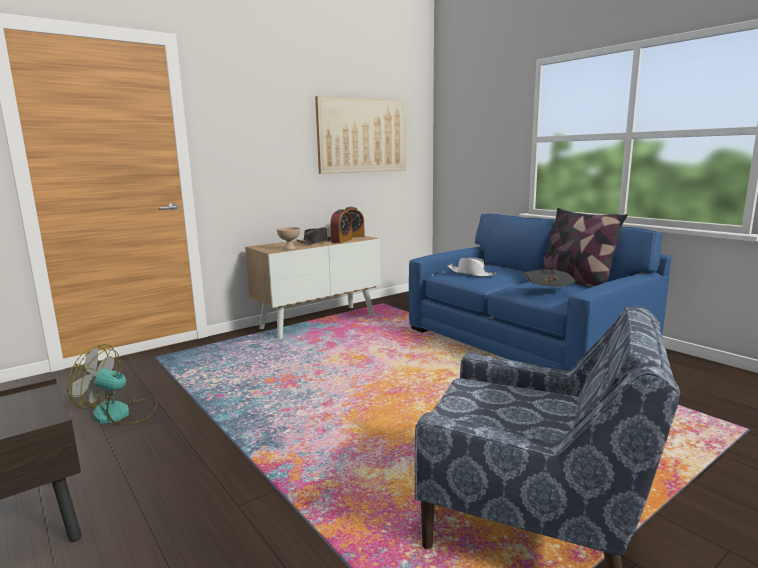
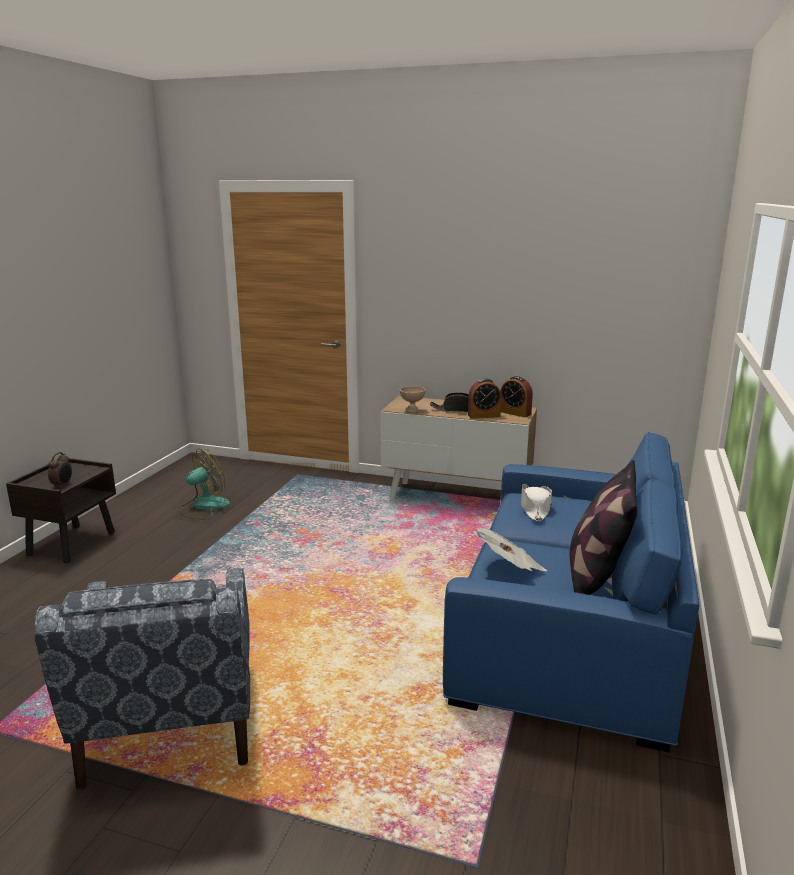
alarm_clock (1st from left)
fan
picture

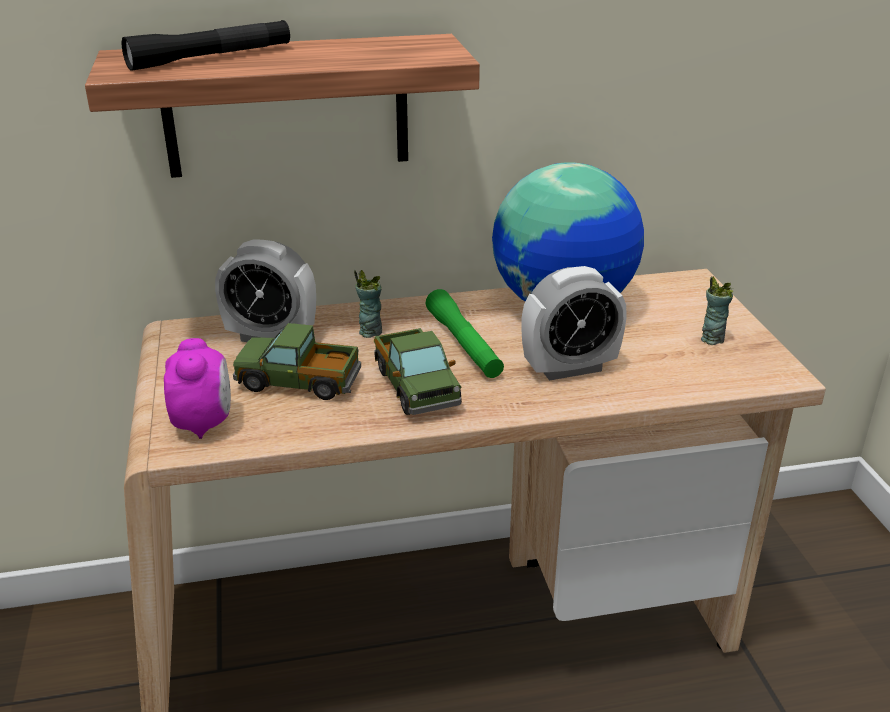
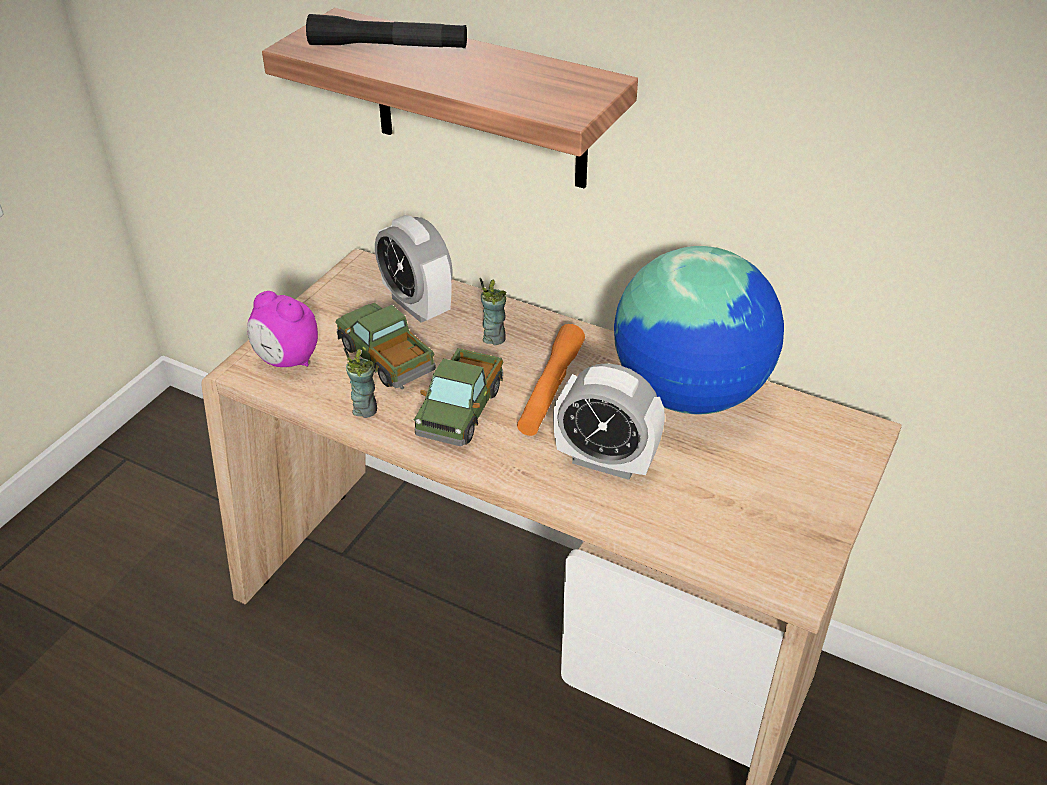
alarm_clock (1st from left)
cup (1st from left)
orange_flashlight

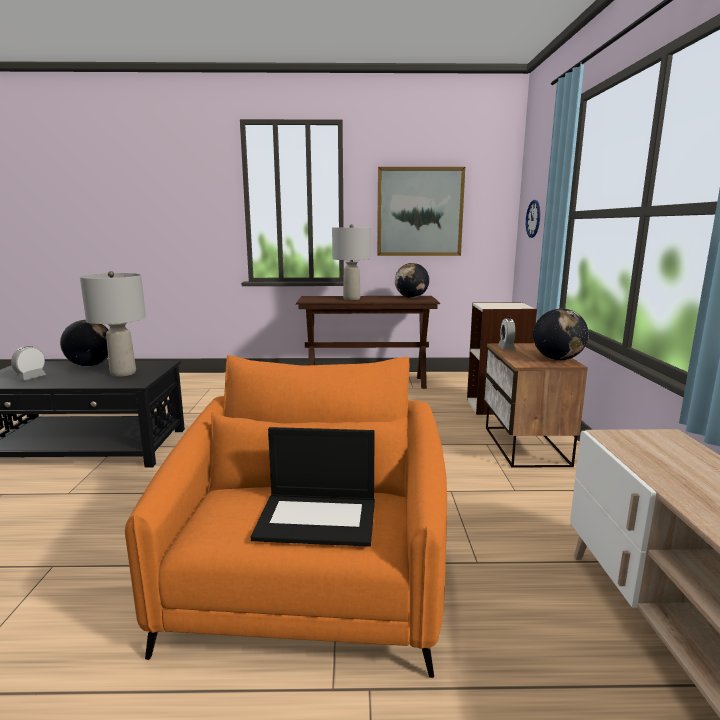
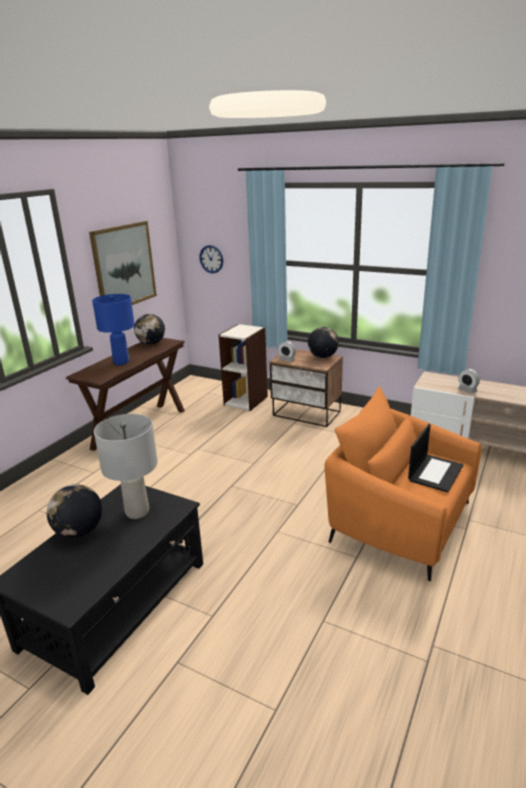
blue_table_lamp
alarm_clock (2nd from left)

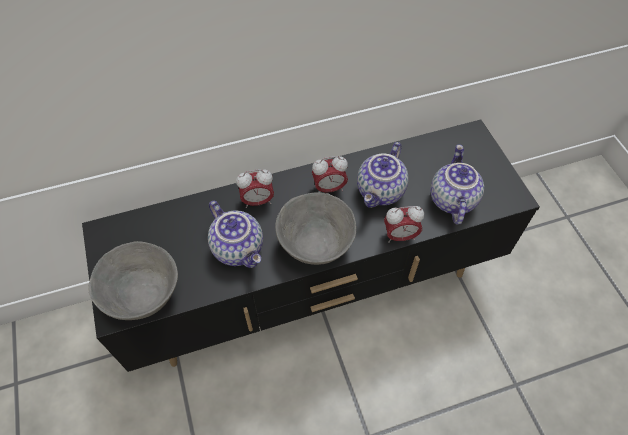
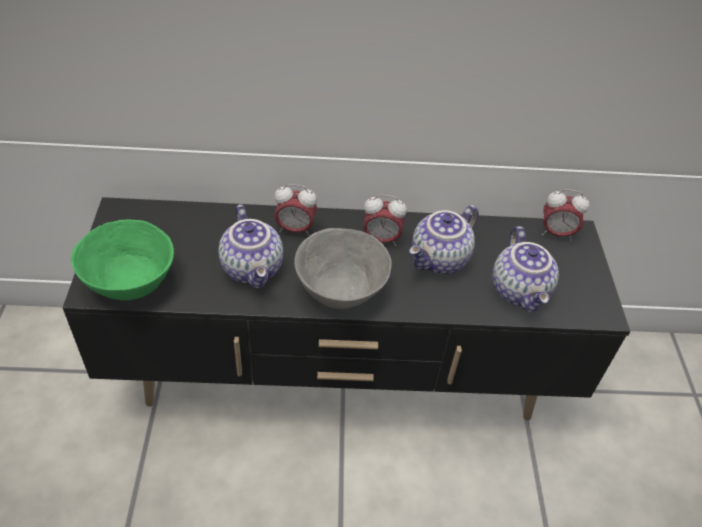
green_bowl
teapot (3rd from left)
alarm_clock (3rd from left)

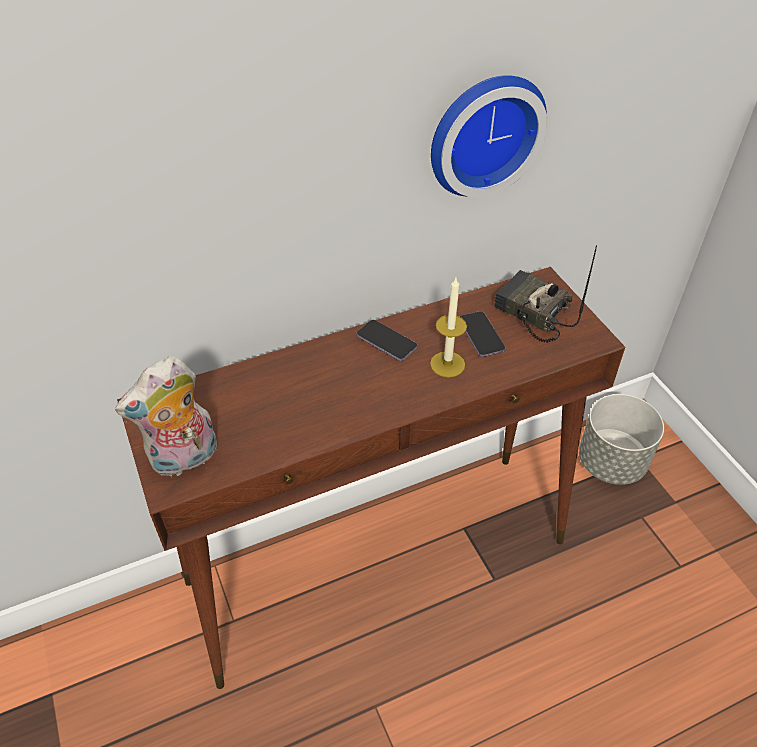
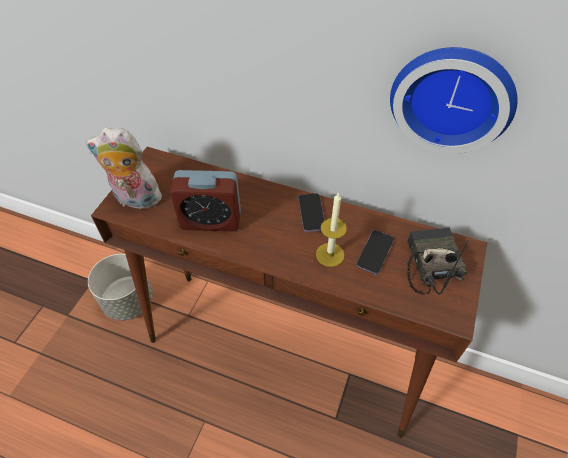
grey_planter
alarm_clock

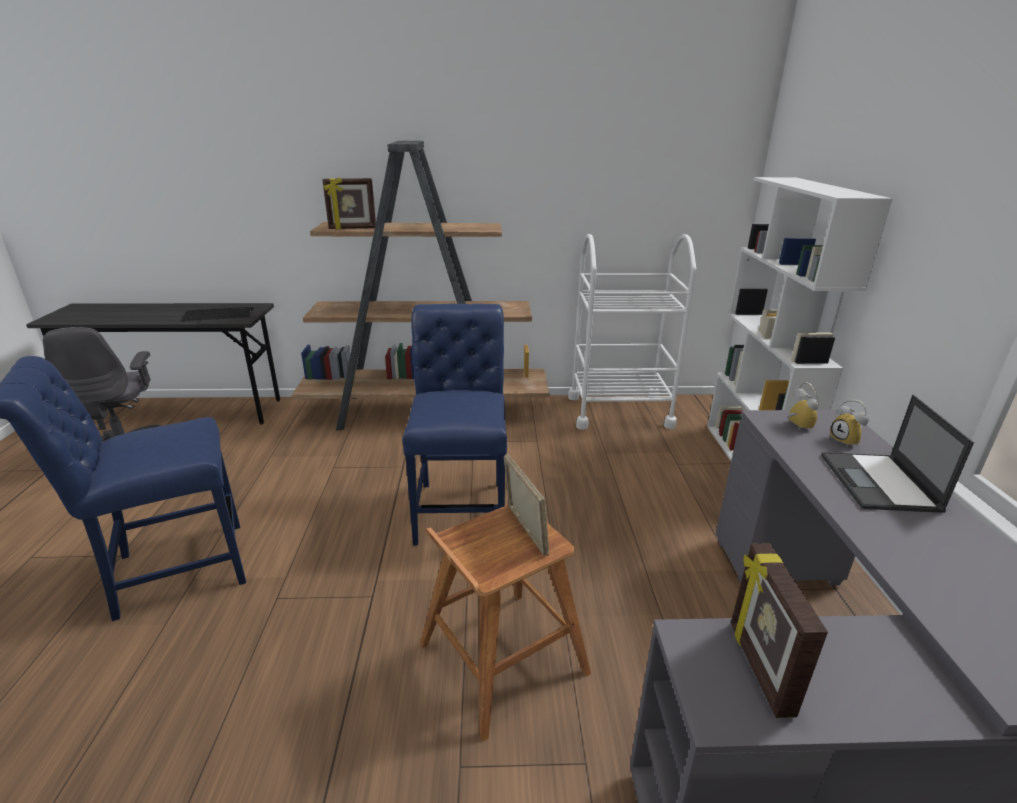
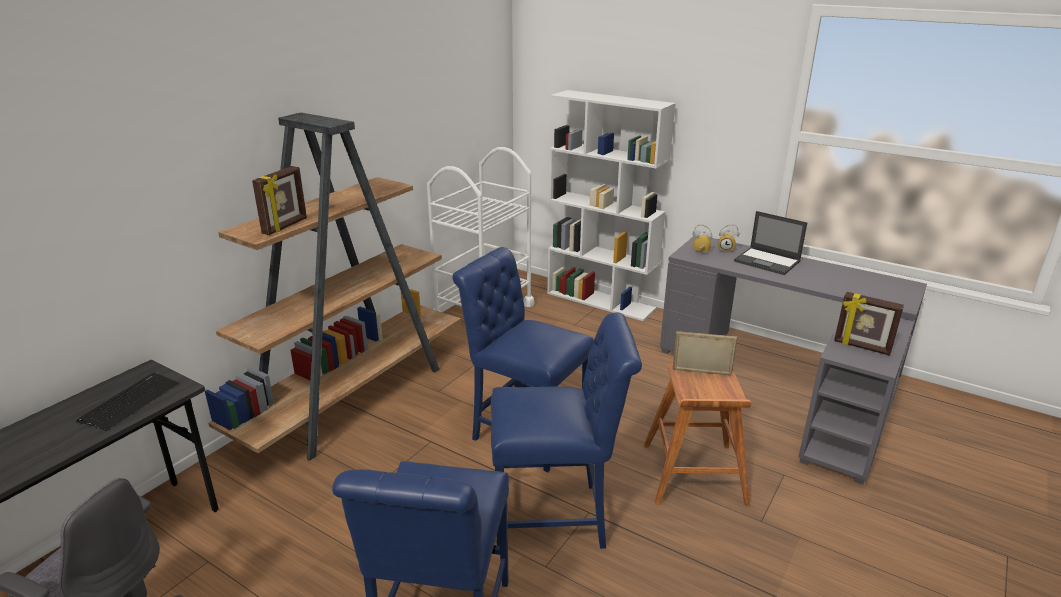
blue_chair (3rd from left)

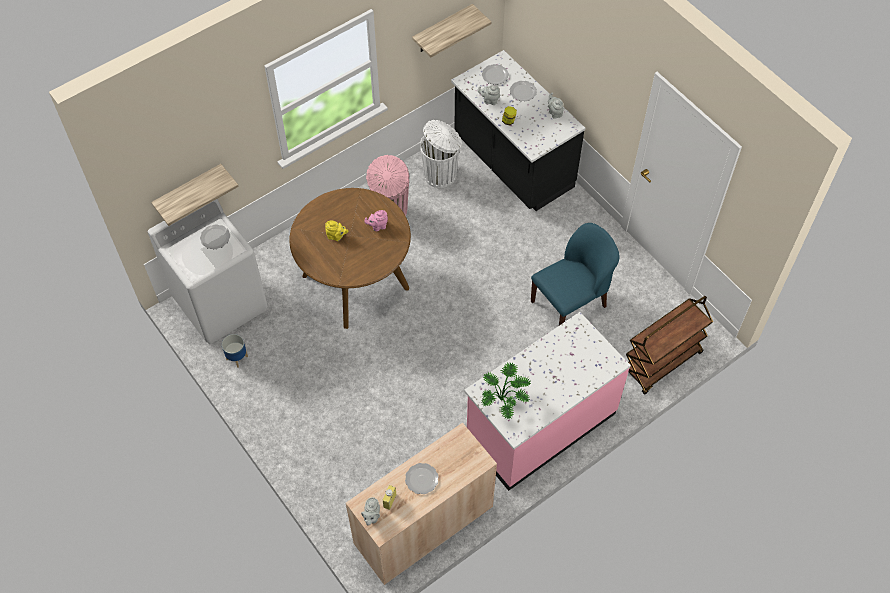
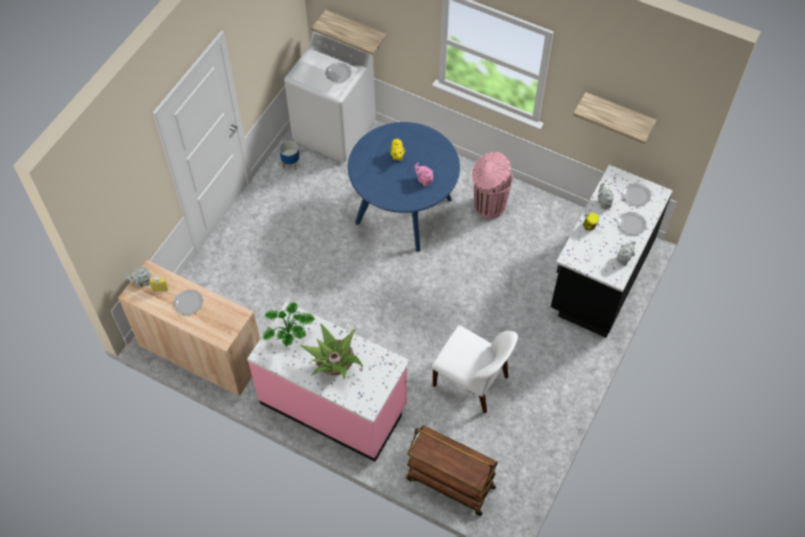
potted_plant (2nd from left)
blue_dining_table
white_chair
white_trash_can

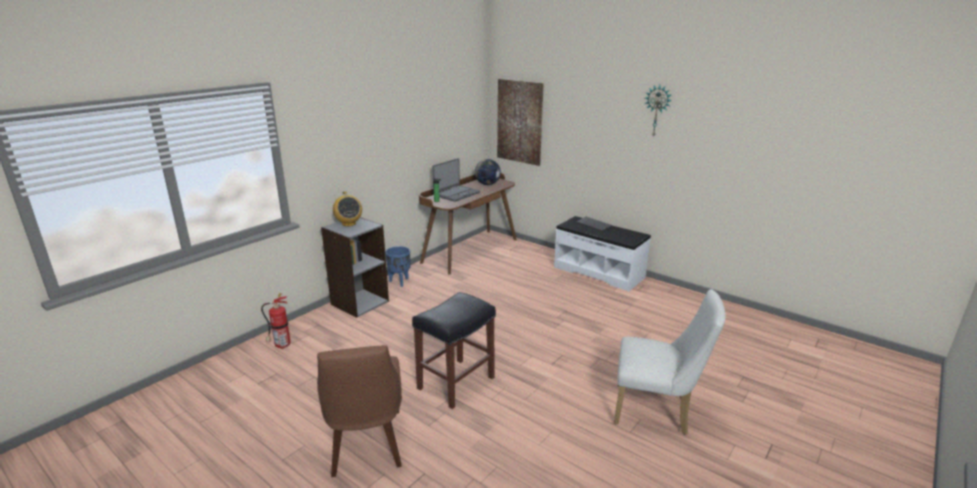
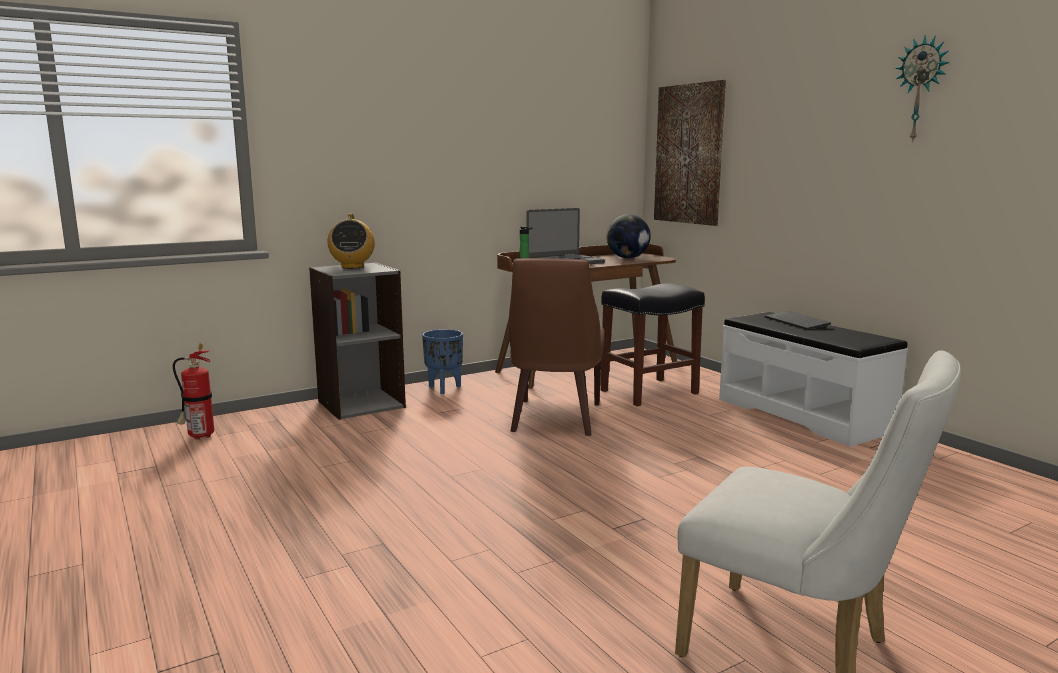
brown_chair
black_stool

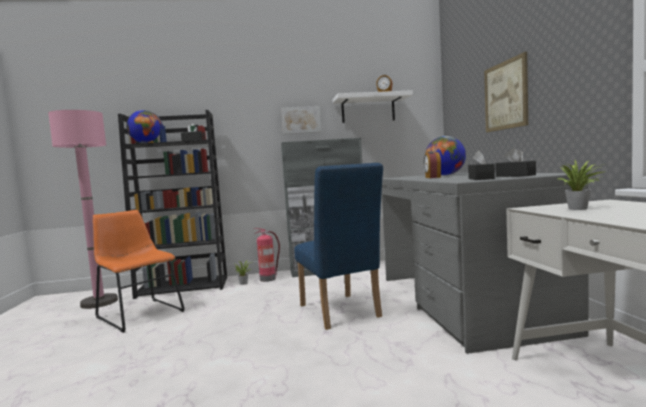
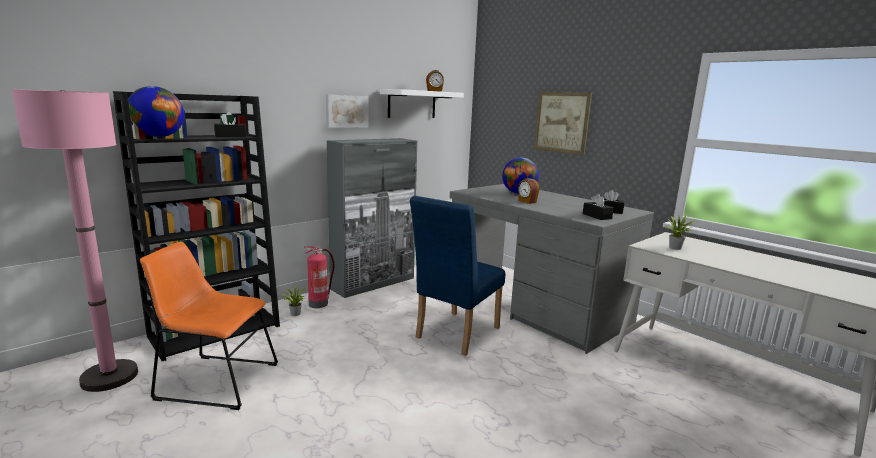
blue_chair

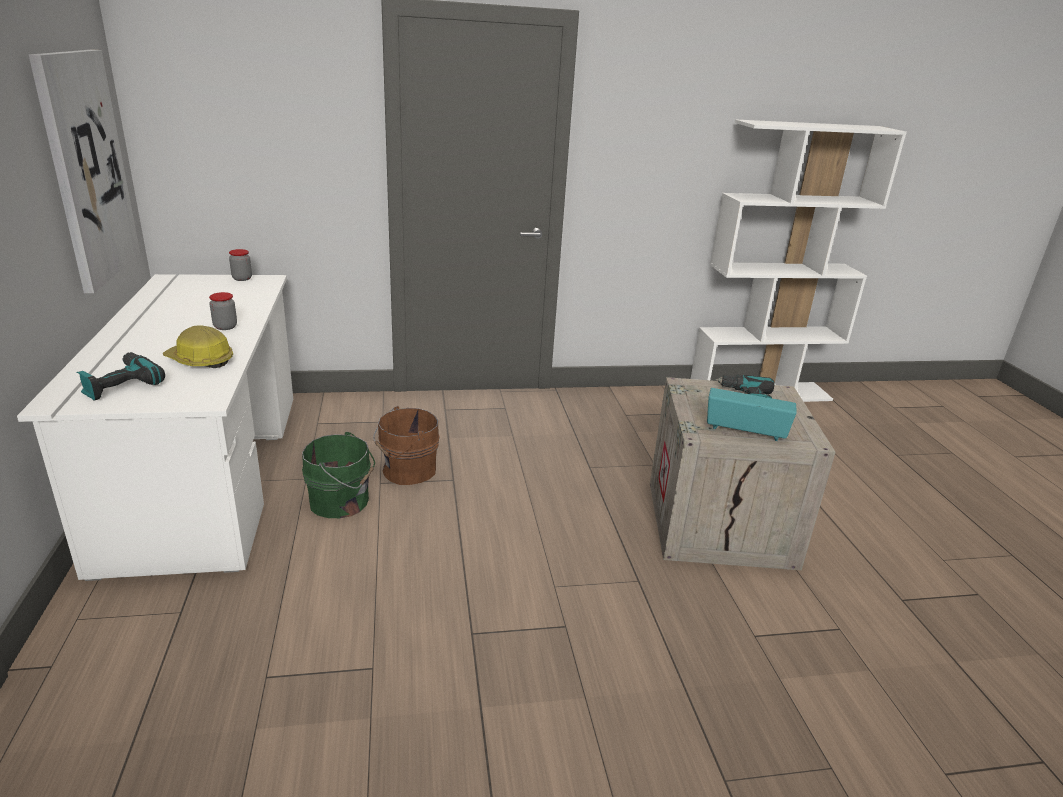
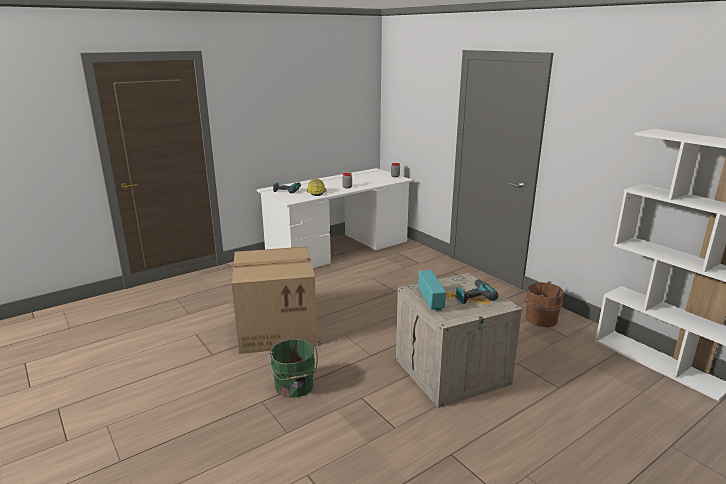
cardboard_box
green_bucket
brown_bucket
picture

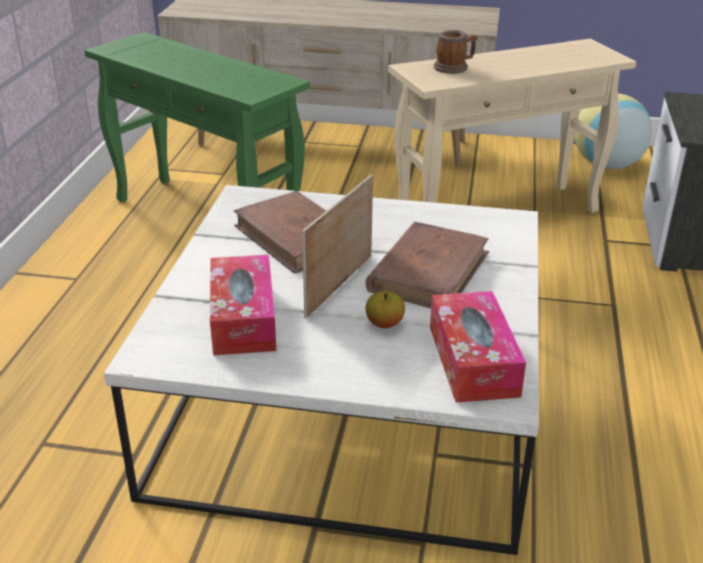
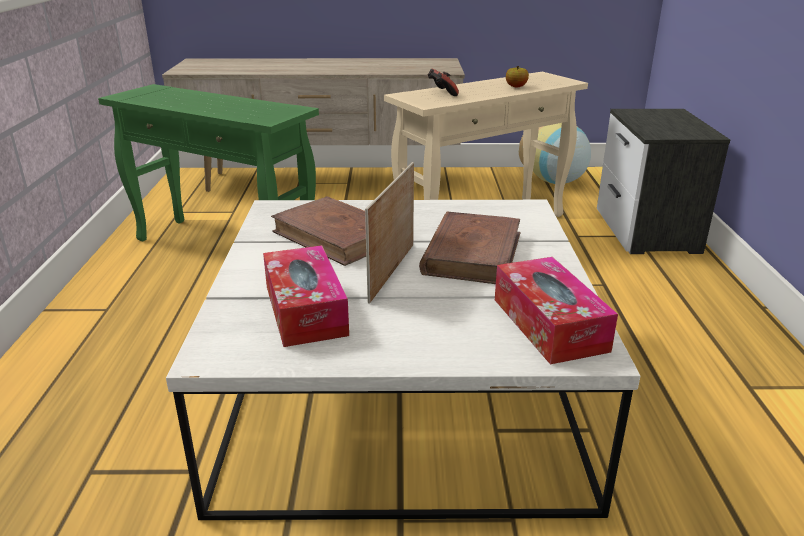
game_controller
apple

